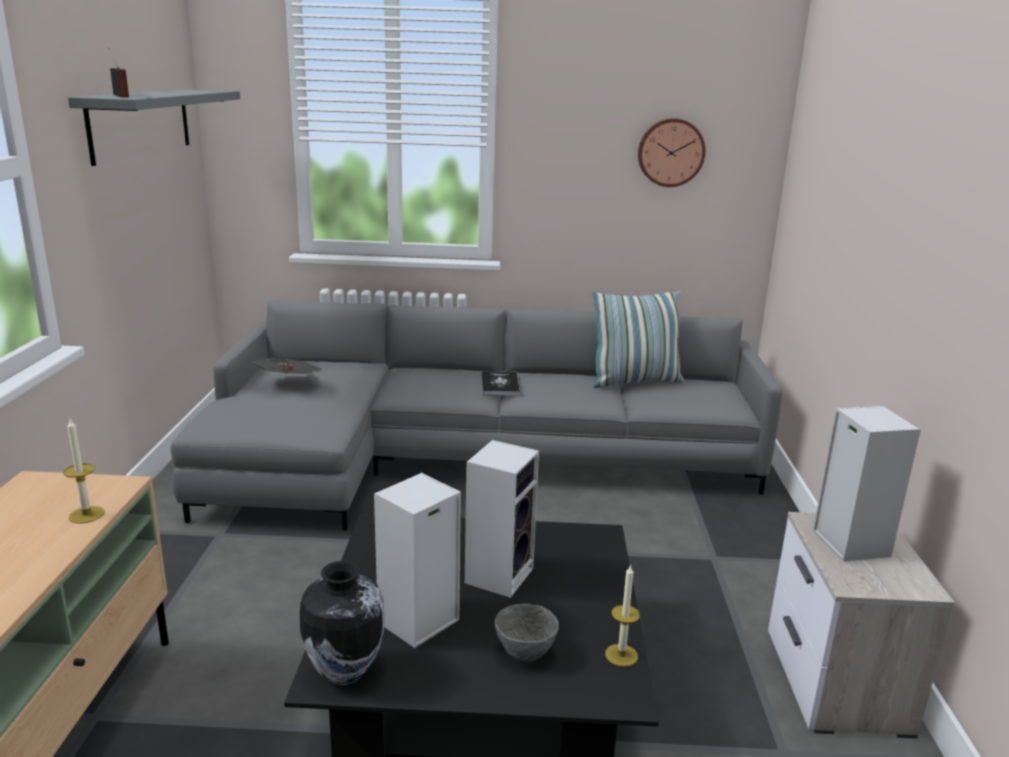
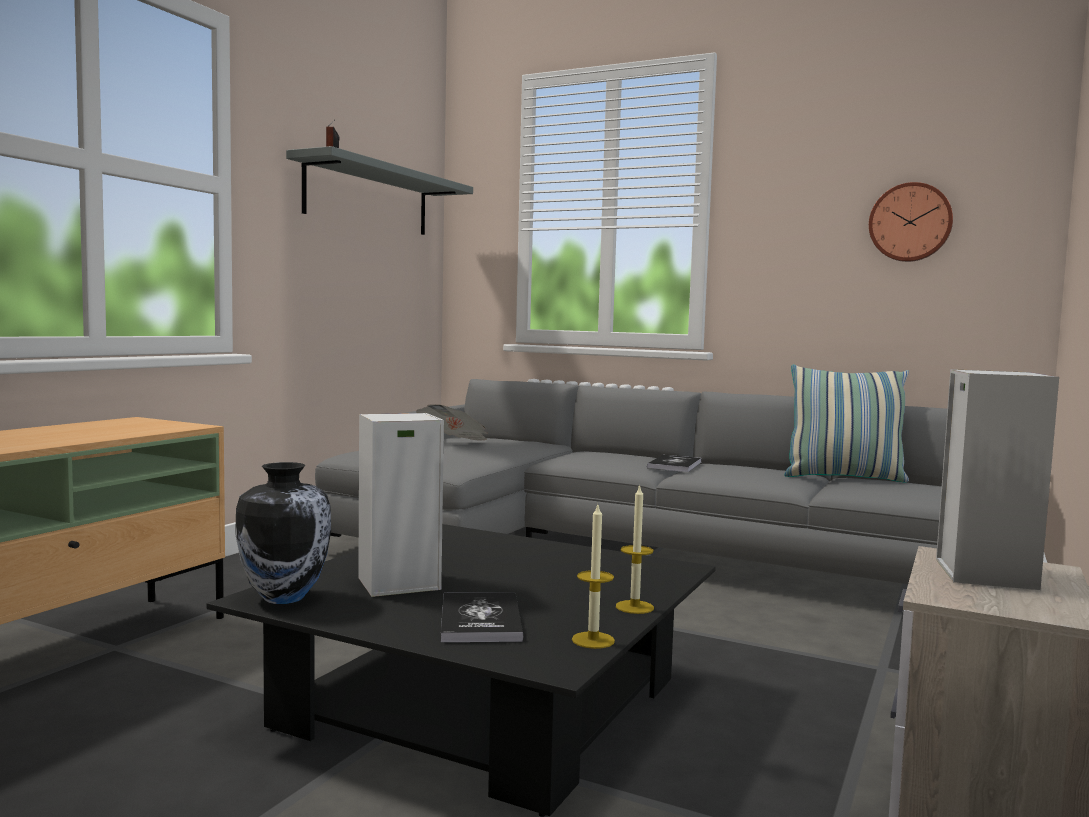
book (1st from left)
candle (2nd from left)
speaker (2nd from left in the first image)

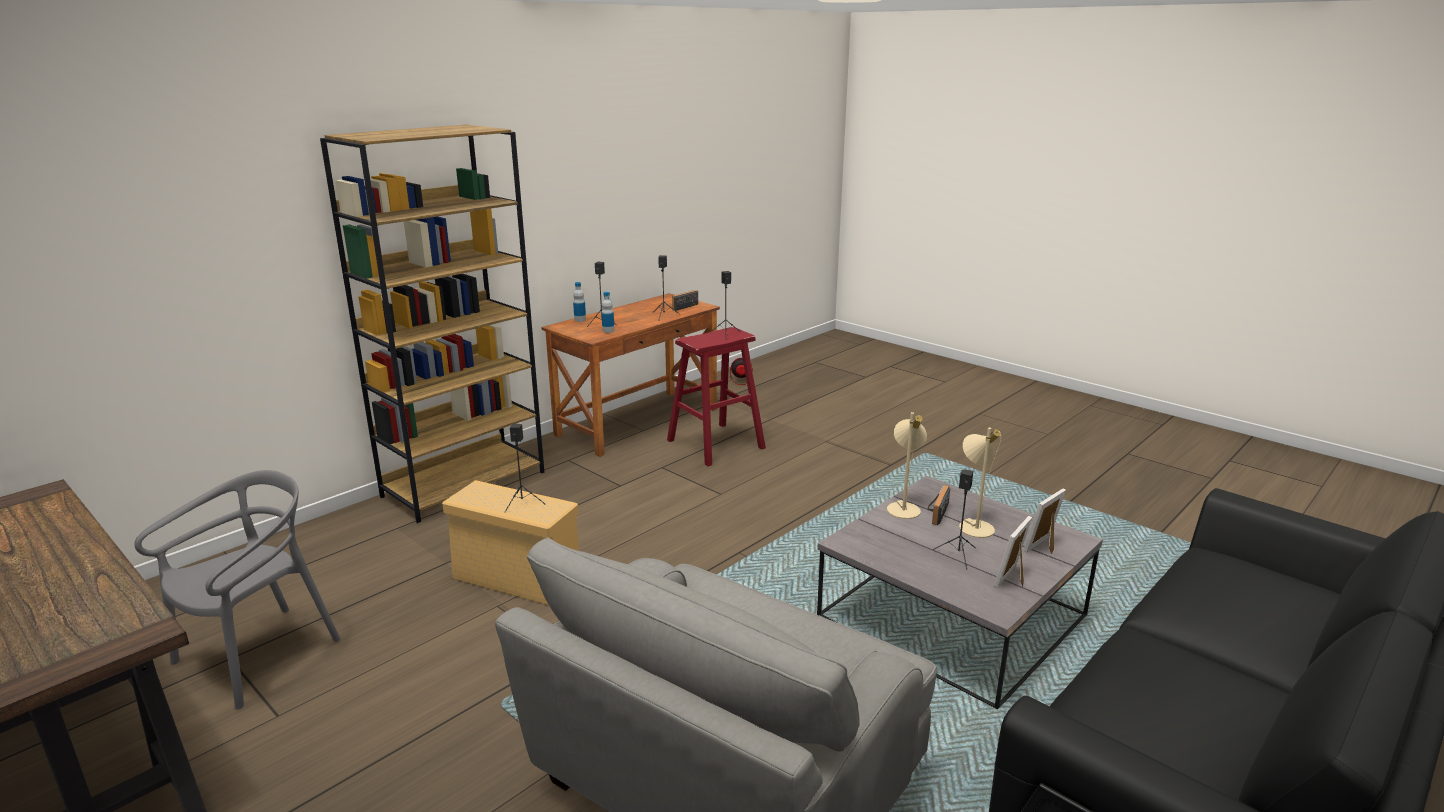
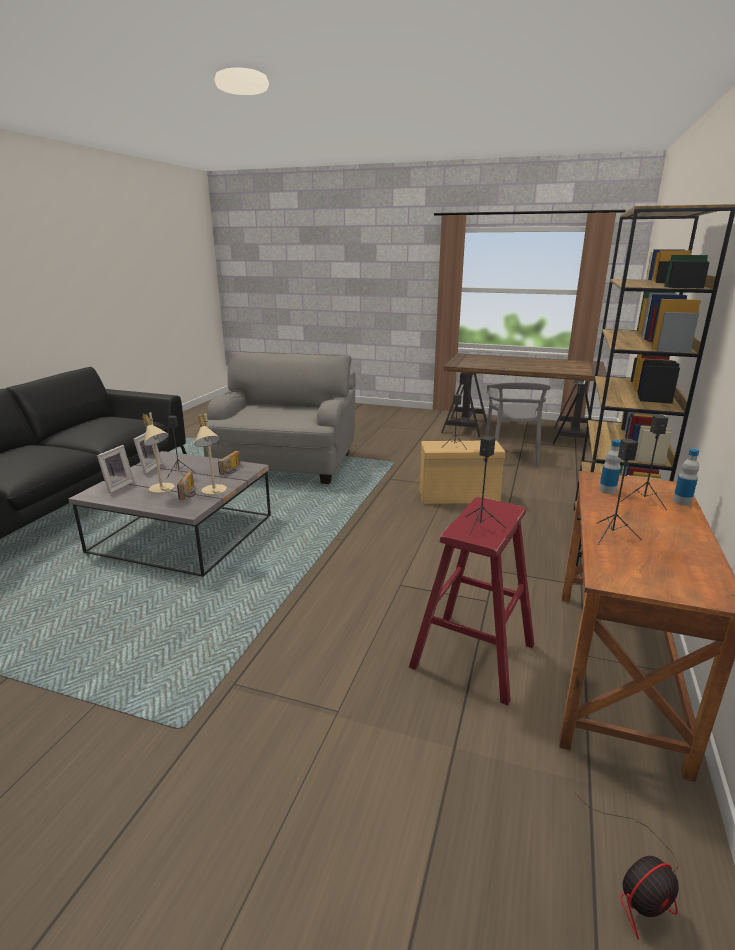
radio (2nd from left)

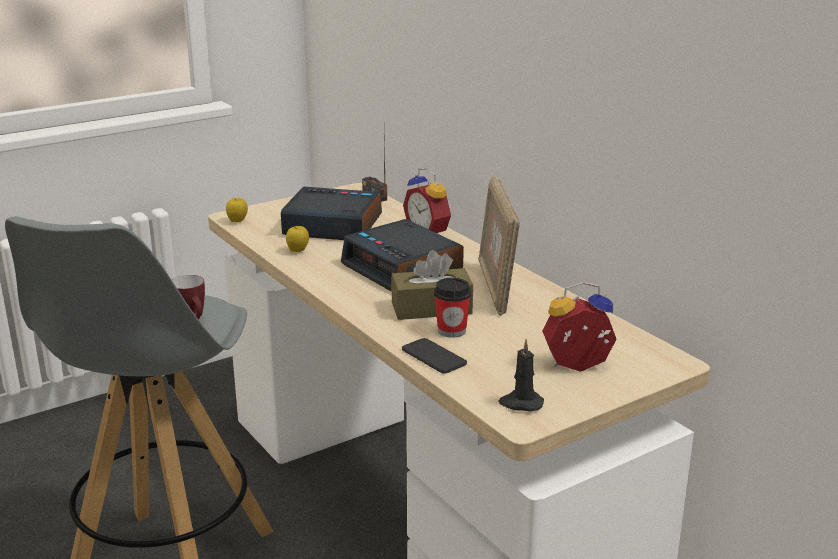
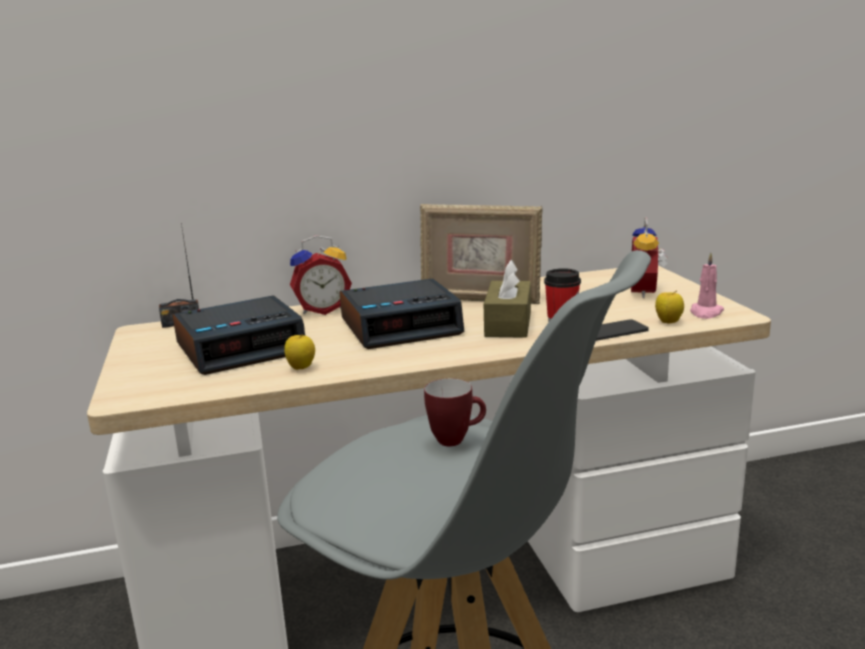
alarm_clock (1st from left)
apple (2nd from left)
pink_candle

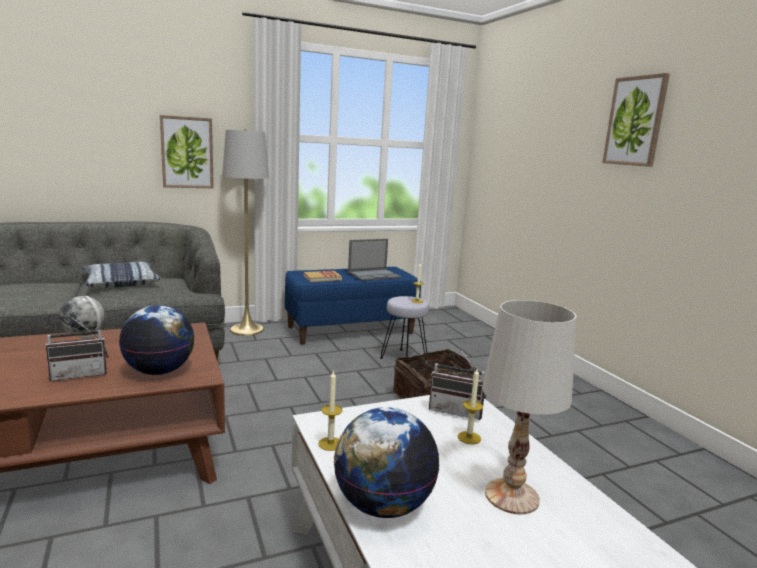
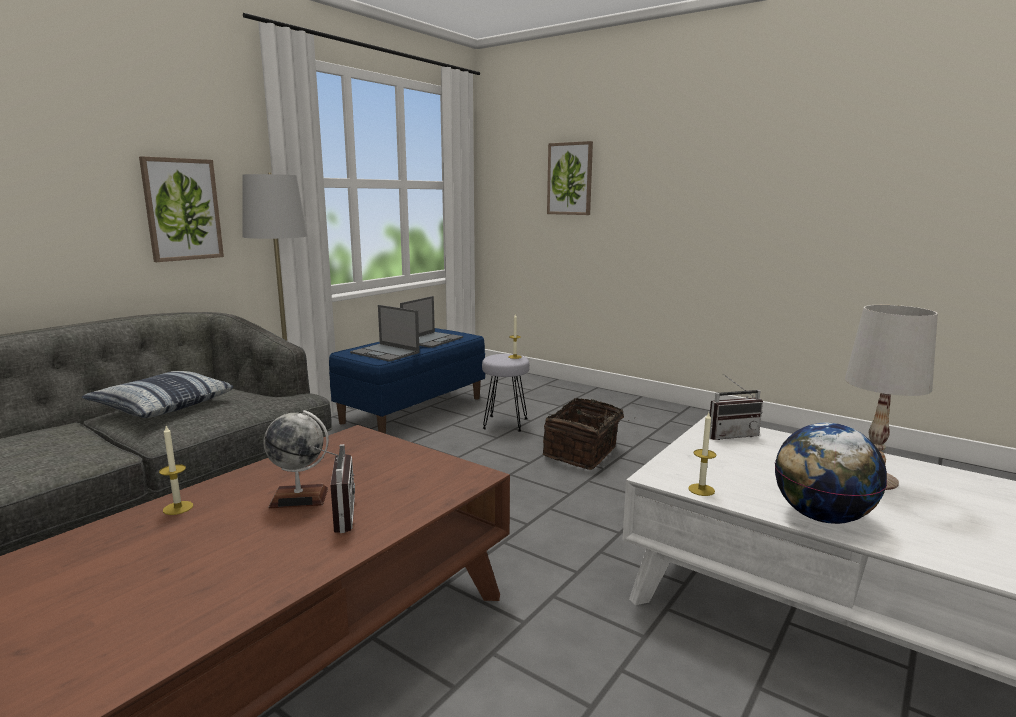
candle (1st from left)
radio (1st from left)
laptop (1st from left)
picture (2nd from left)
globe (2nd from left in the first image)

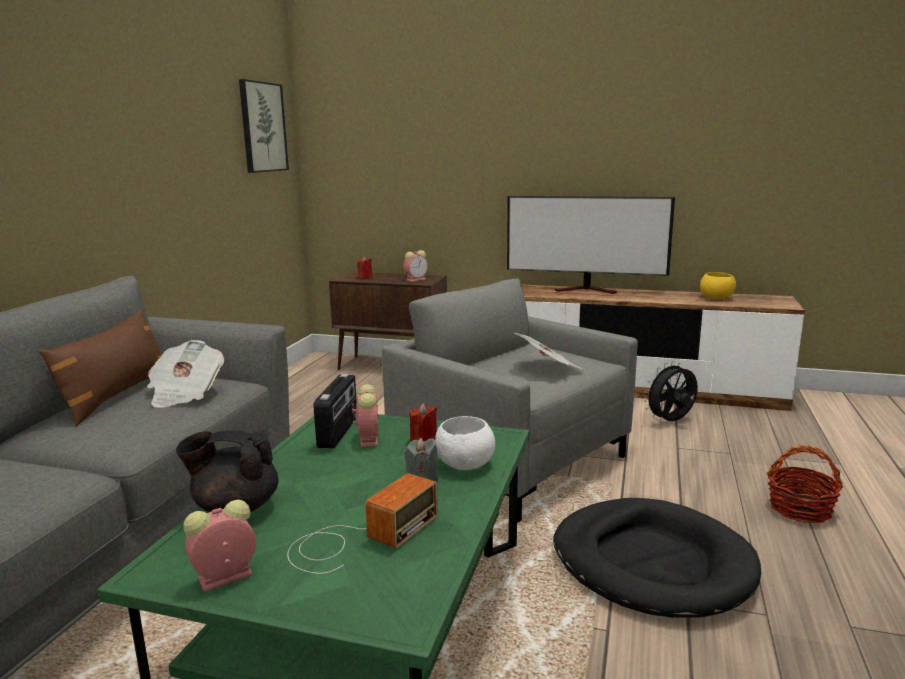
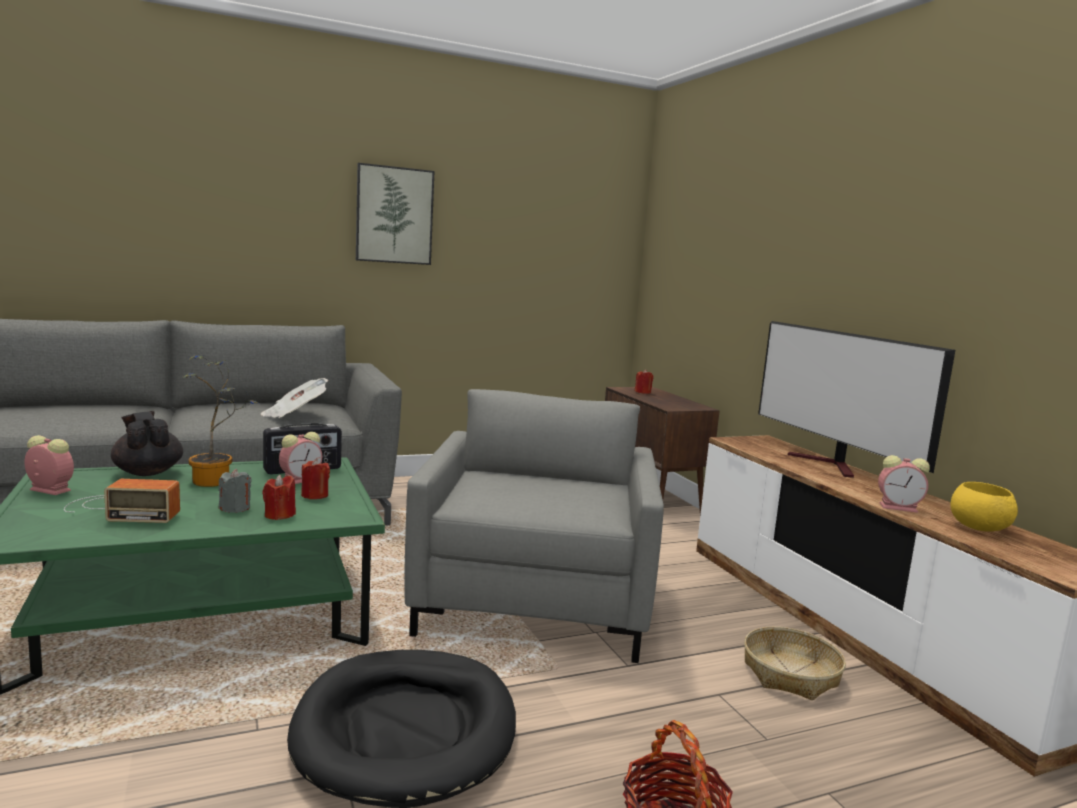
potted_plant
red_candle (1st from left)
picture
basket (2nd from left)
alarm_clock (3rd from left)
brown_pillow
newspaper (2nd from left in the first image)

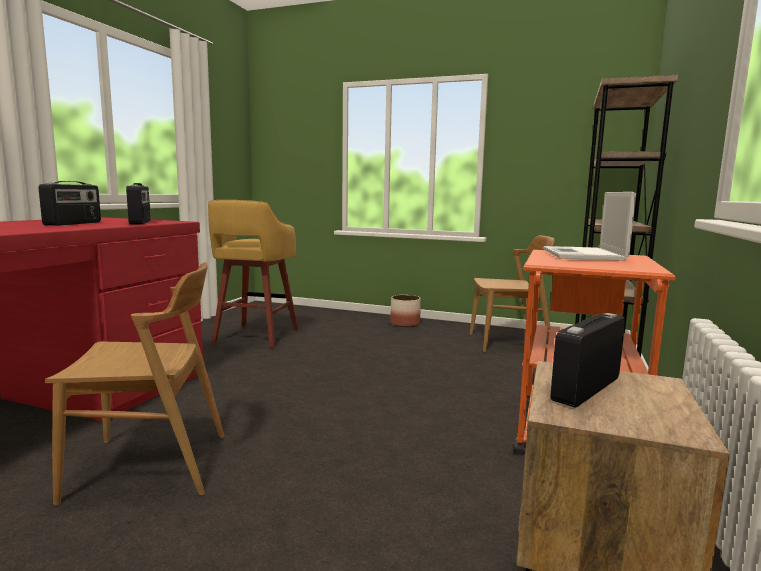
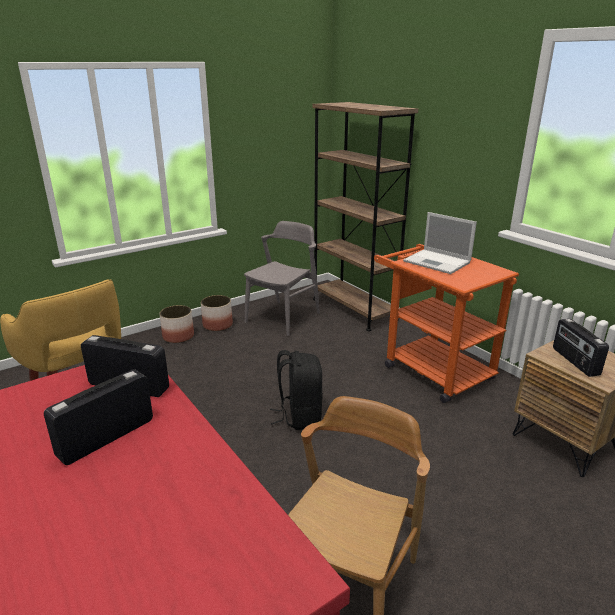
radio (1st from left)
planter (2nd from left)
grey_chair
black_backpack

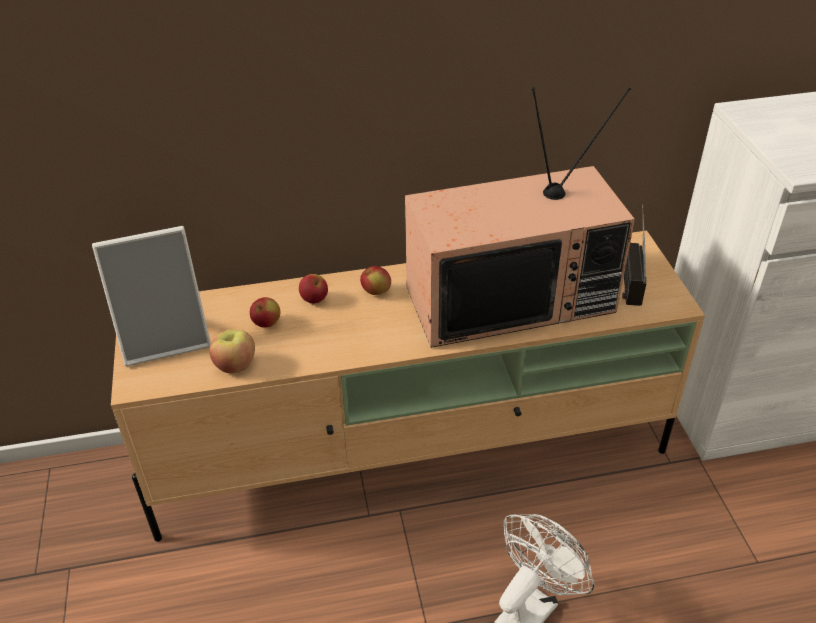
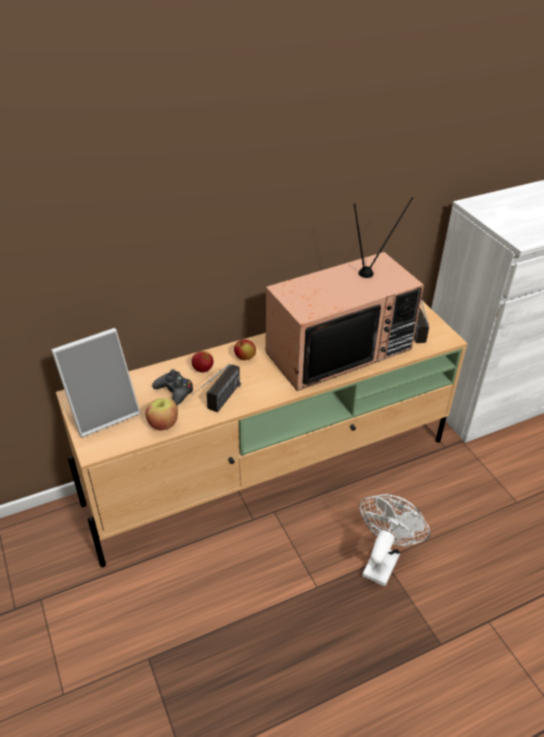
black_game_controller
radio (1st from left)

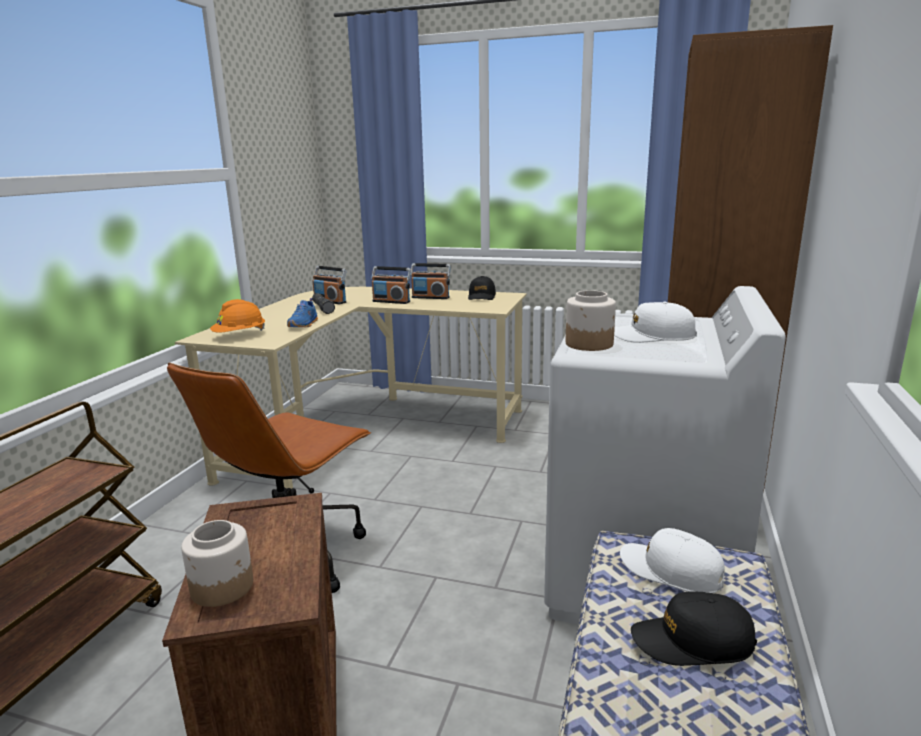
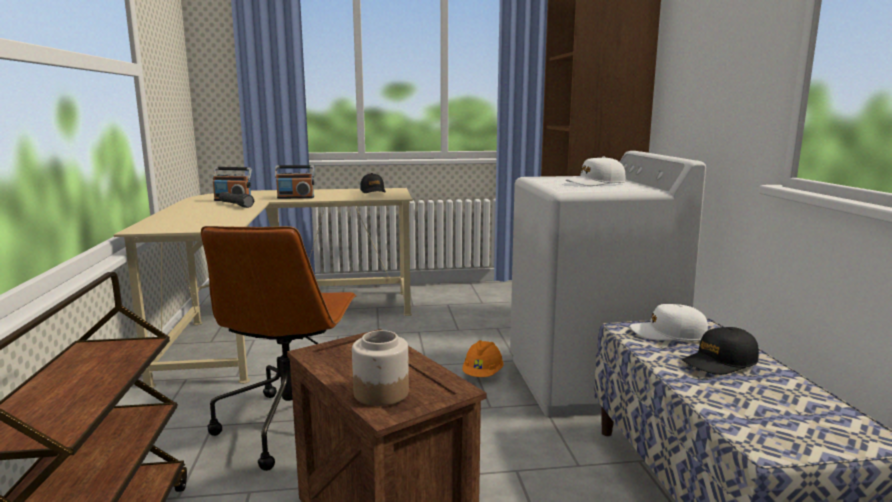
orange_hard_hat
blue_shoe
radio (3rd from left in the first image)
jar (2nd from left in the first image)

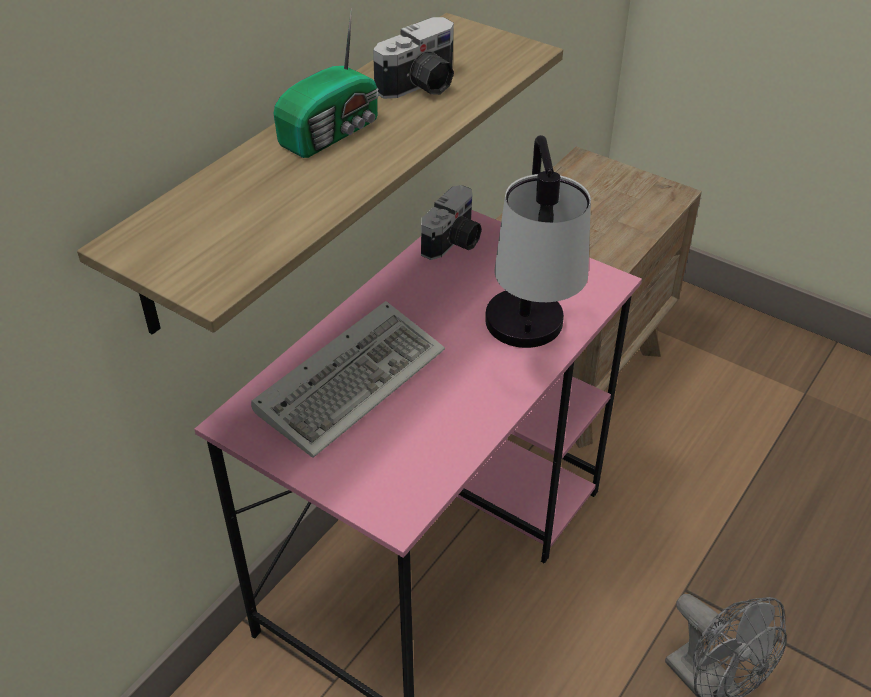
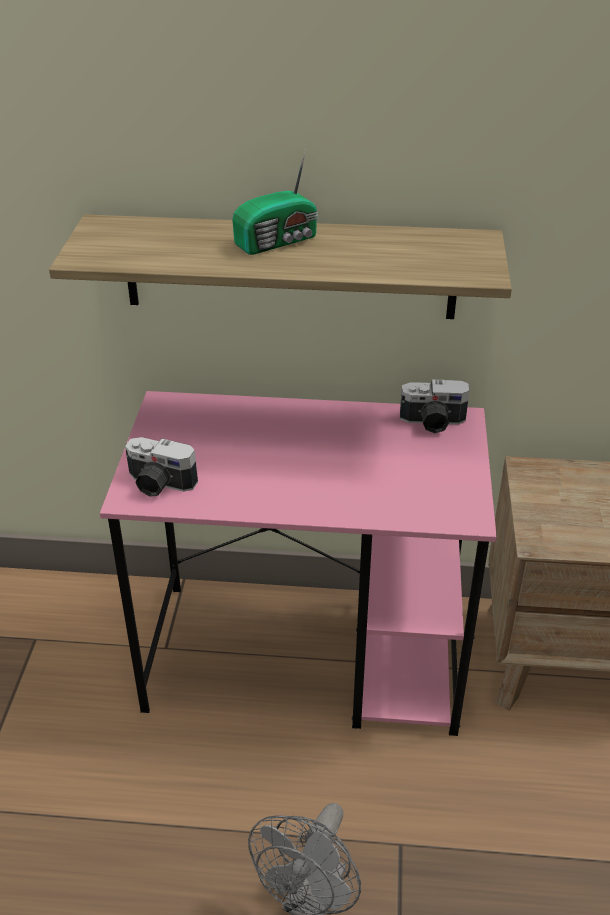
photo_camera (1st from left)
radio
keyboard
table_lamp

